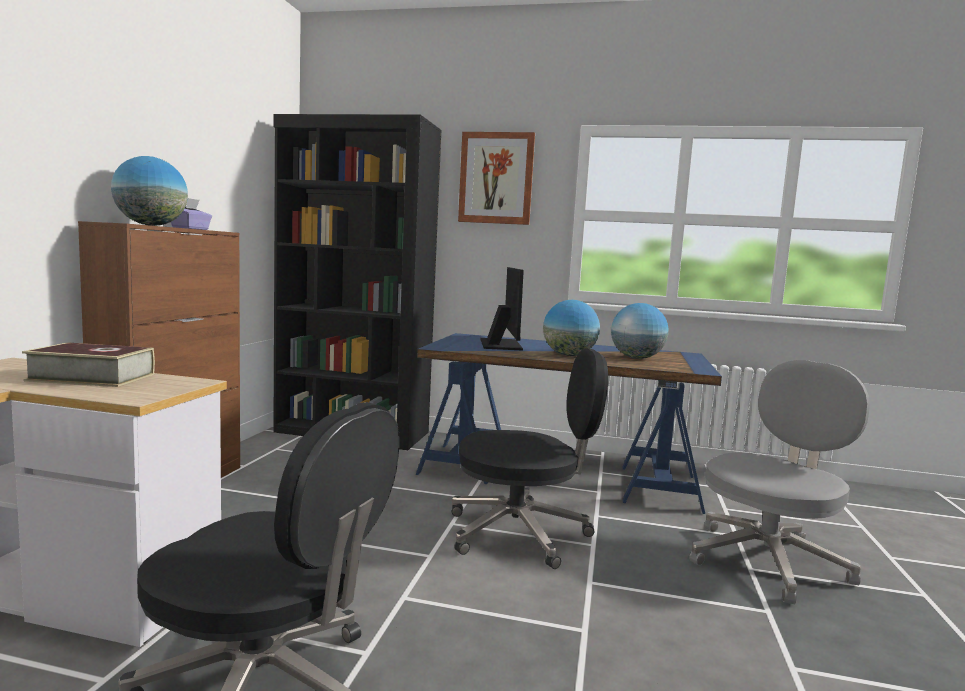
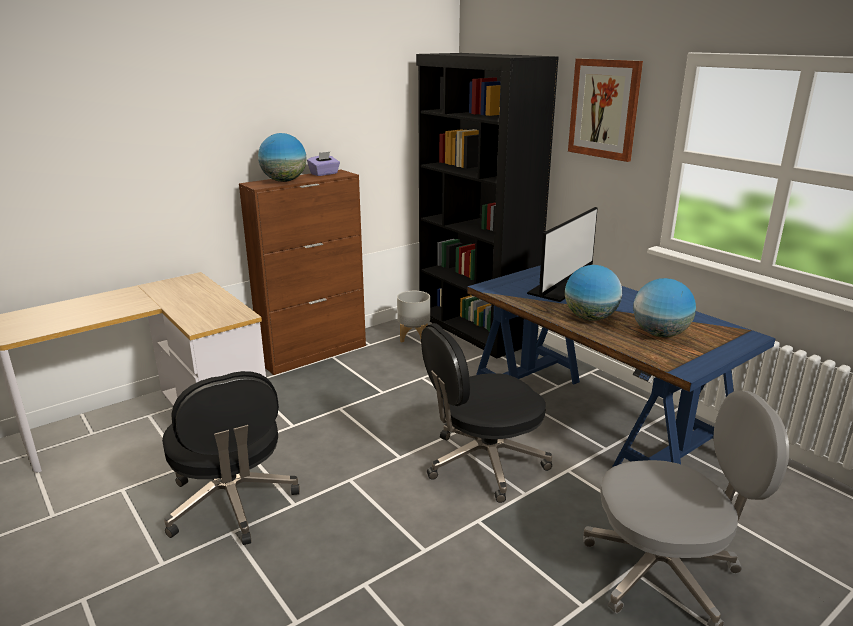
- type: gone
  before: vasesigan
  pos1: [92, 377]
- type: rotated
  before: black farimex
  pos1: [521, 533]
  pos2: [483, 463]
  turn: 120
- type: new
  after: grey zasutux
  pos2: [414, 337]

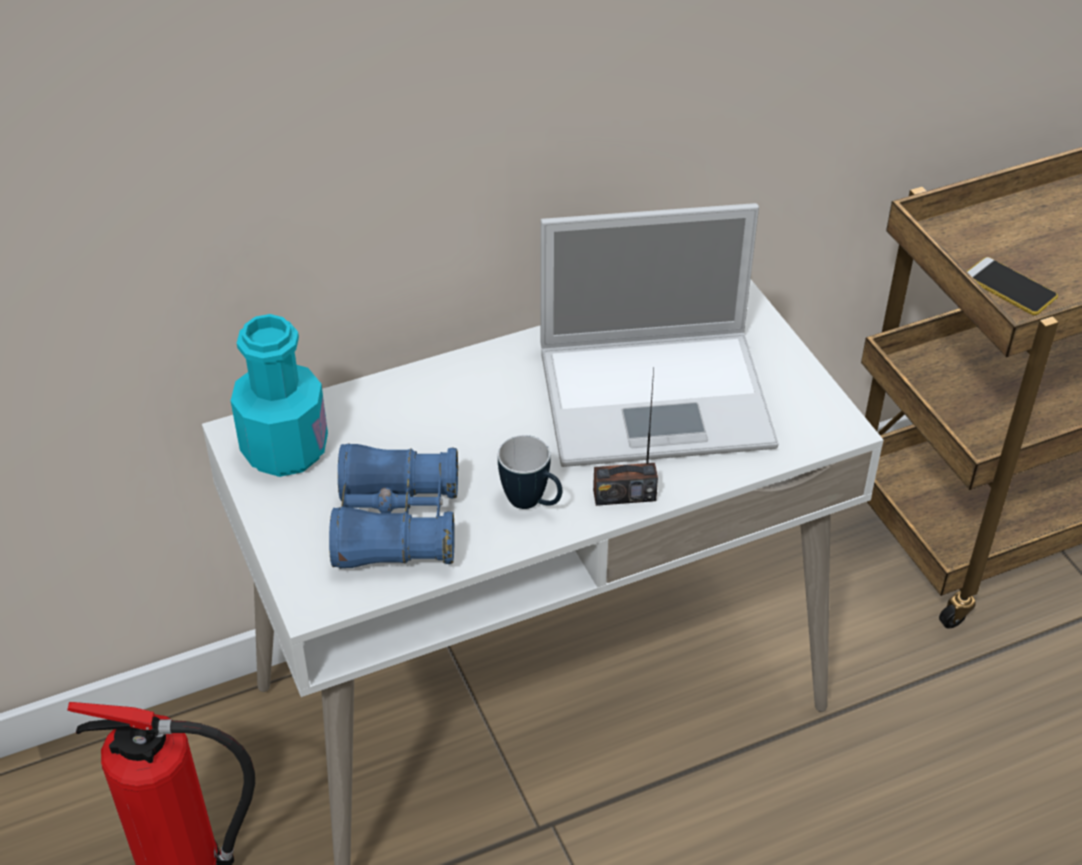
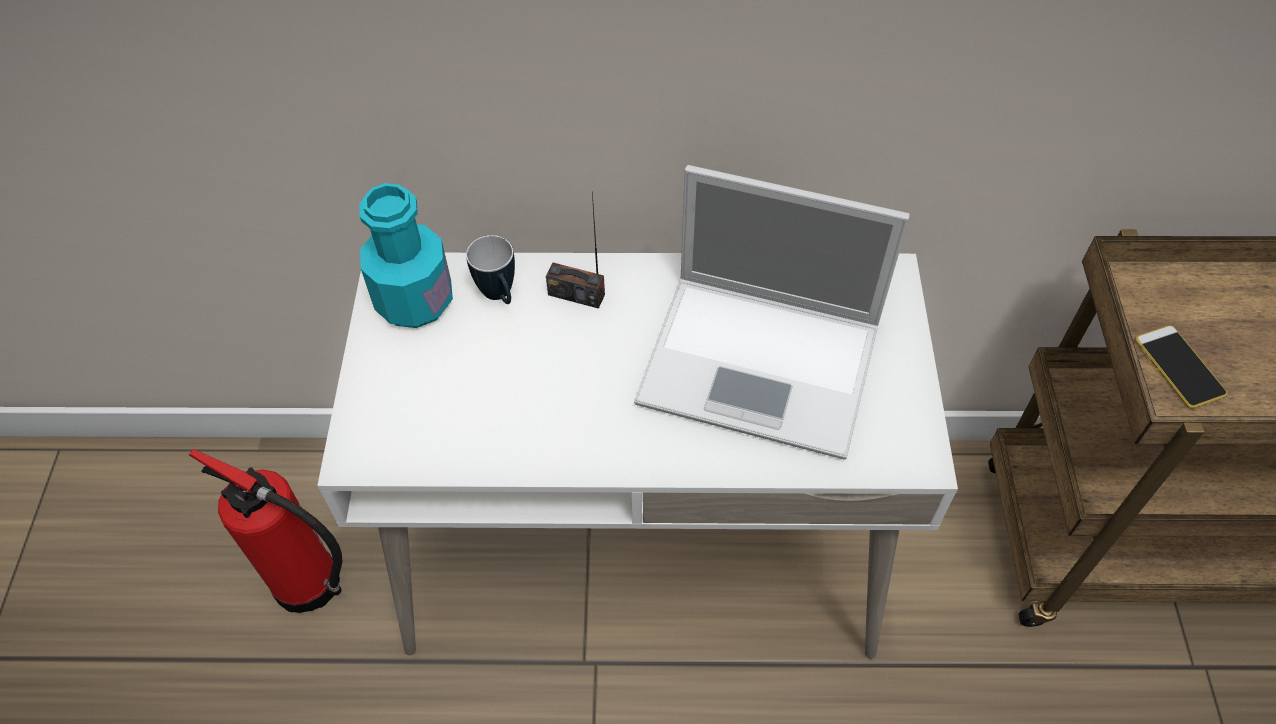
- type: gone
  before: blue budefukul
  pos1: [396, 524]
- type: shifted
  before: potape
  pos1: [532, 503]
  pos2: [500, 296]
- type: shifted
  before: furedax
  pos1: [624, 495]
  pos2: [576, 294]

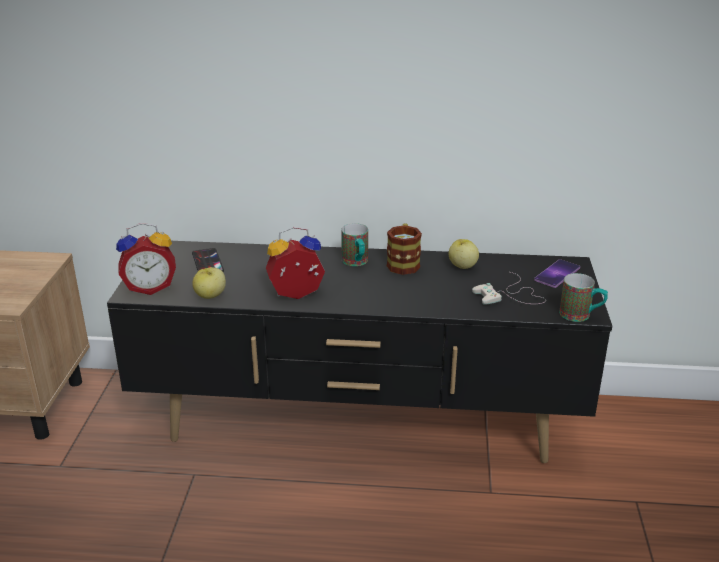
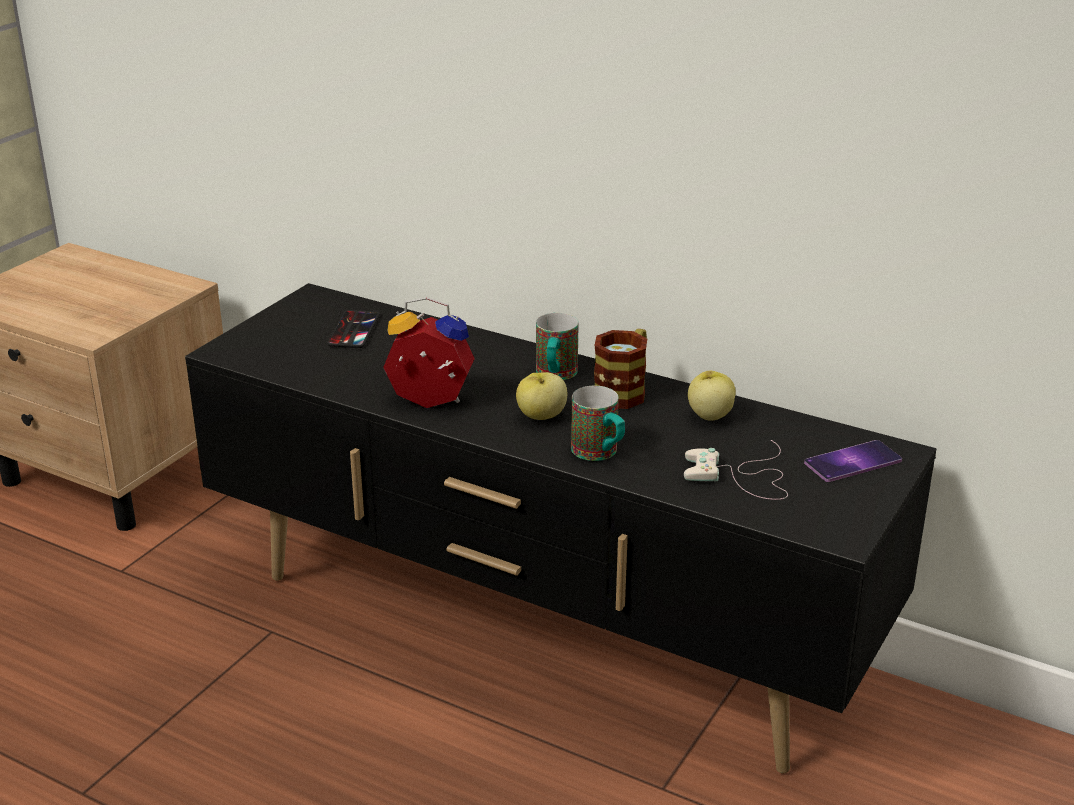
- type: gone
  before: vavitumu
  pos1: [150, 287]
- type: shifted
  before: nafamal
  pos1: [210, 296]
  pos2: [541, 416]
- type: shifted
  before: potape
  pos1: [581, 316]
  pos2: [600, 454]

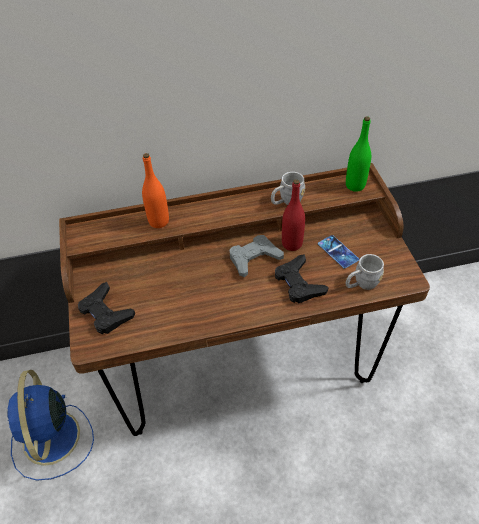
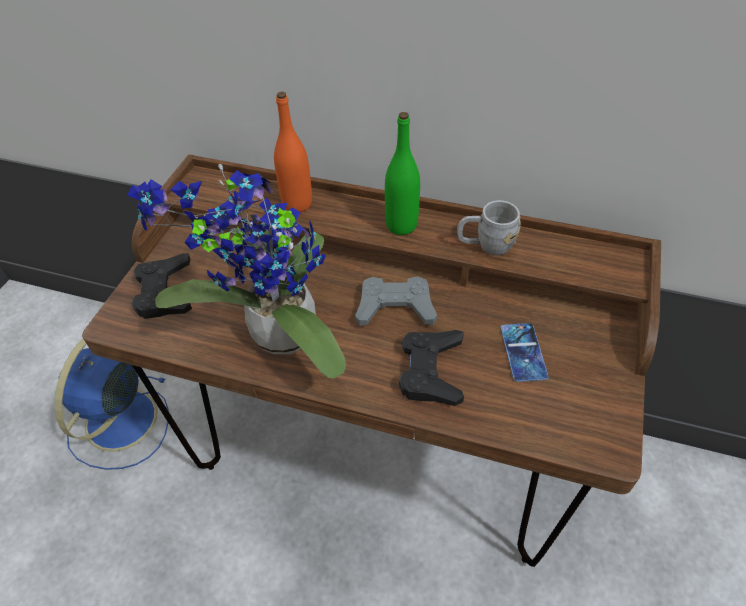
- type: gone
  before: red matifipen
  pos1: [292, 244]
- type: shifted
  before: green matifipen
  pos1: [355, 185]
  pos2: [401, 225]
- type: gone
  before: grey potape
  pos1: [361, 284]
- type: new
  after: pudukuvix
  pos2: [276, 337]

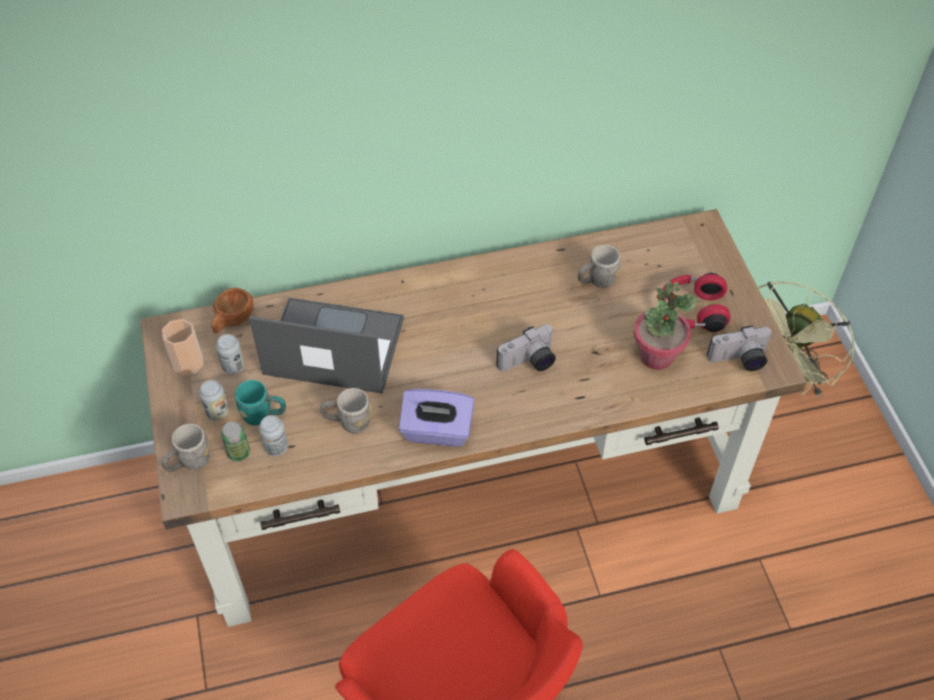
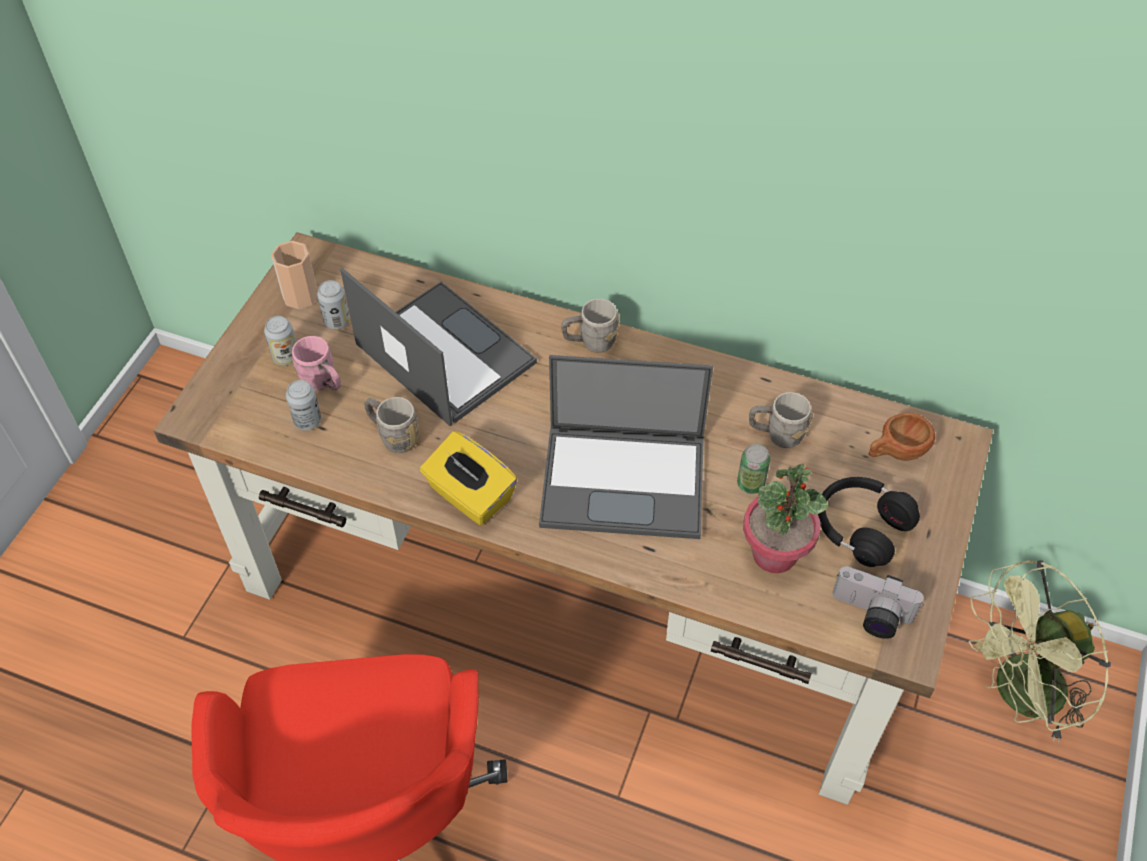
- type: shifted
  before: grey potape
  pos1: [189, 463]
  pos2: [590, 342]
- type: shifted
  before: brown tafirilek
  pos1: [232, 321]
  pos2: [896, 452]
- type: shifted
  before: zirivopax
  pos1: [239, 453]
  pos2: [750, 484]
- type: repainted
  before: turquoise potape
  after: pink potape
  pos1: [263, 415]
  pos2: [323, 383]
- type: repainted
  before: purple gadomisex
  after: yellow gadomisex
  pos1: [437, 431]
  pos2: [470, 495]
- type: swapped
  before: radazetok
  after: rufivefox
  pos1: [529, 363]
  pos2: [625, 480]
- type: repainted
  before: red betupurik
  after: black betupurik
  pos1: [691, 311]
  pos2: [859, 527]

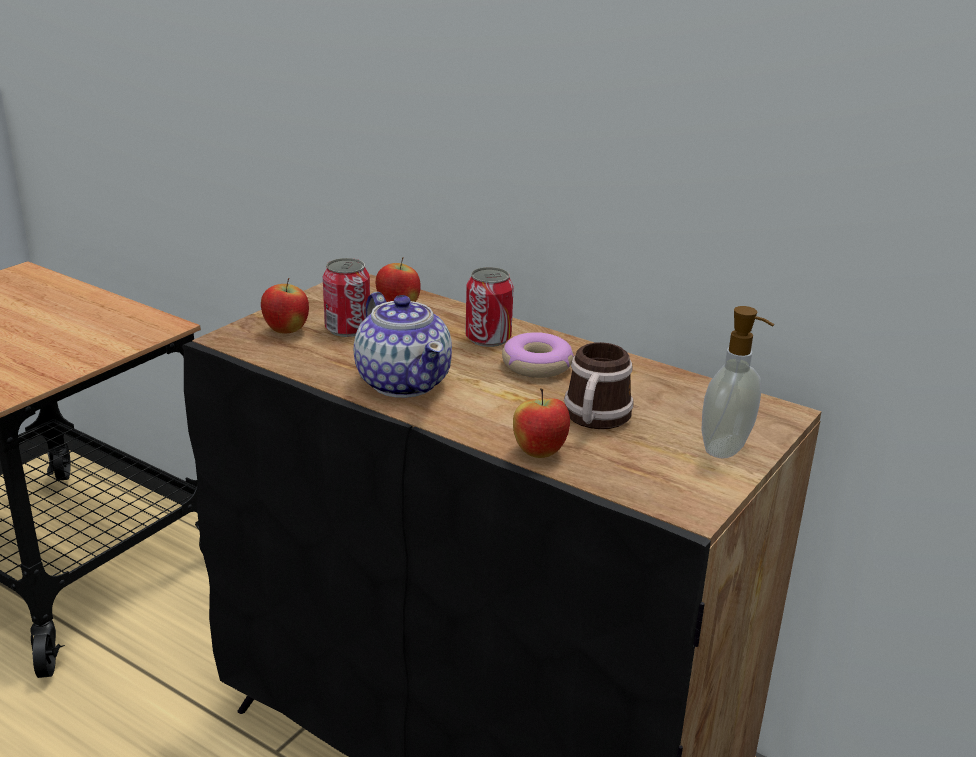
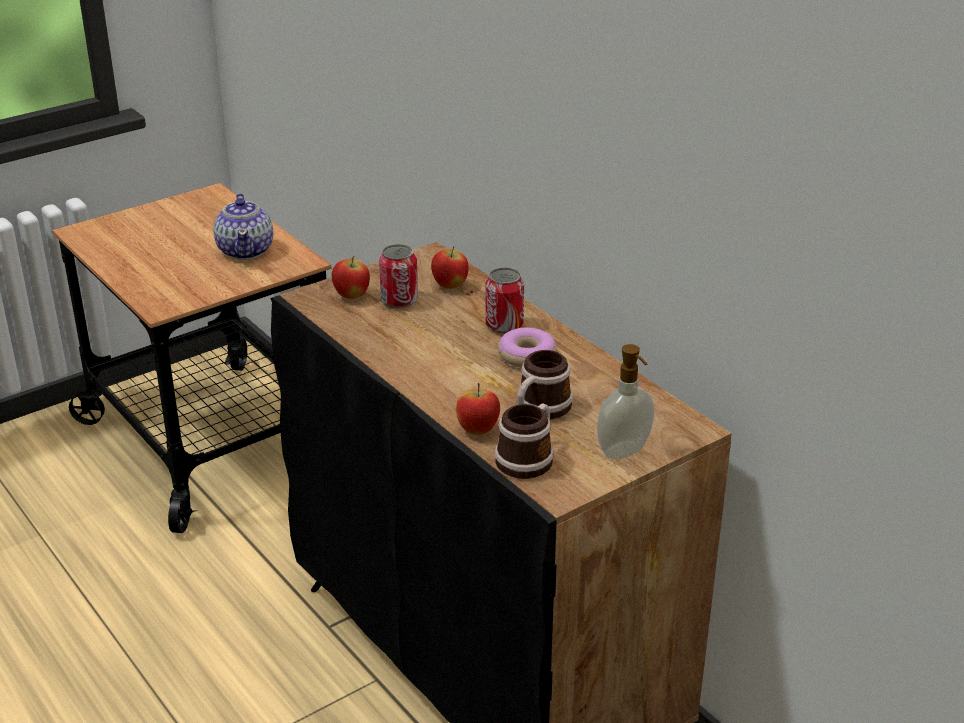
- type: shifted
  before: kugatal
  pos1: [403, 382]
  pos2: [246, 250]
- type: new
  after: potape
  pos2: [528, 458]

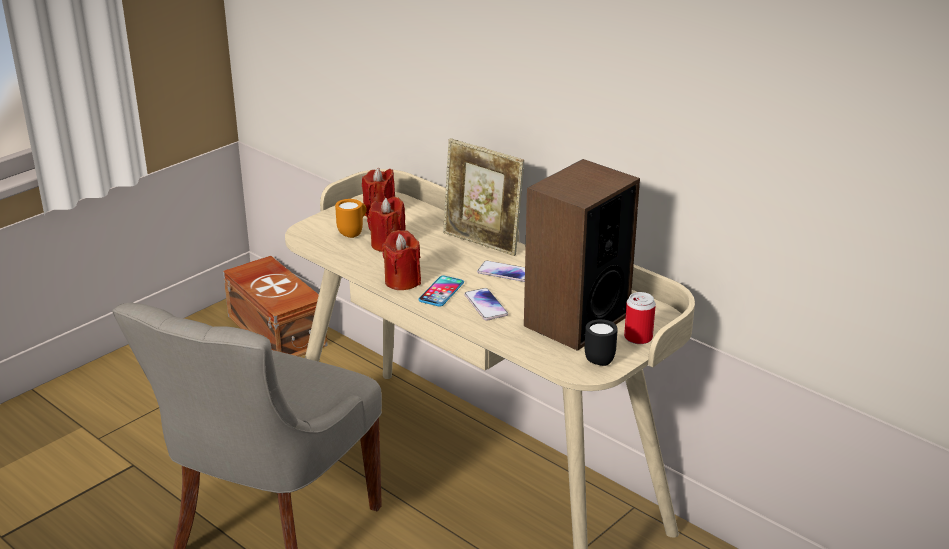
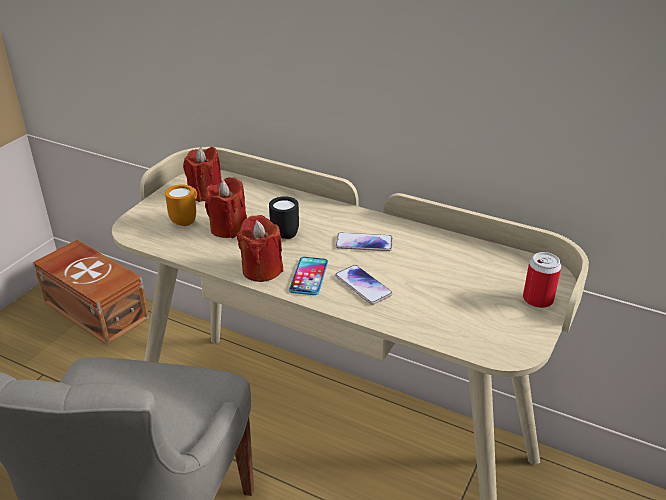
- type: gone
  before: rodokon
  pos1: [482, 242]
- type: gone
  before: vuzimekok
  pos1: [576, 320]
- type: shifted
  before: black potape
  pos1: [601, 359]
  pos2: [286, 232]

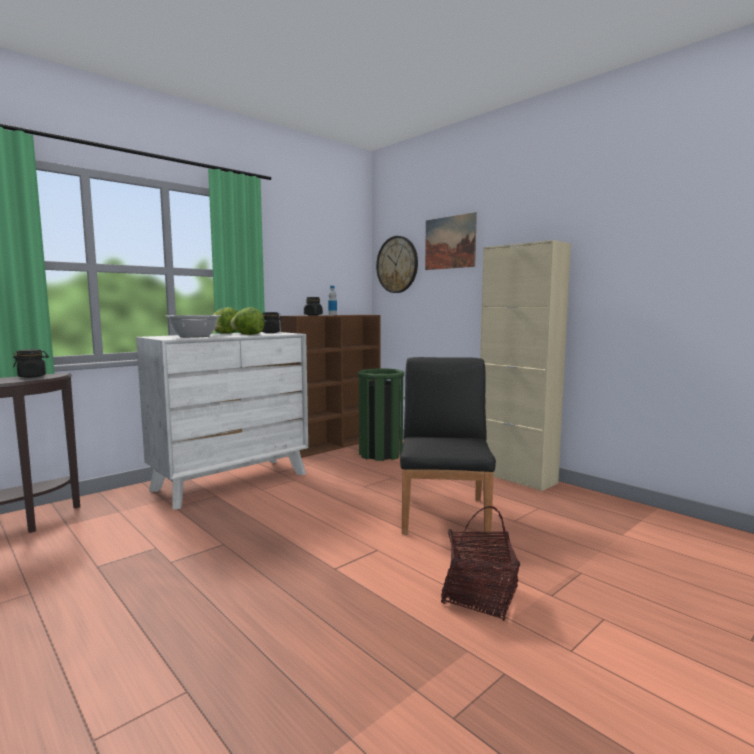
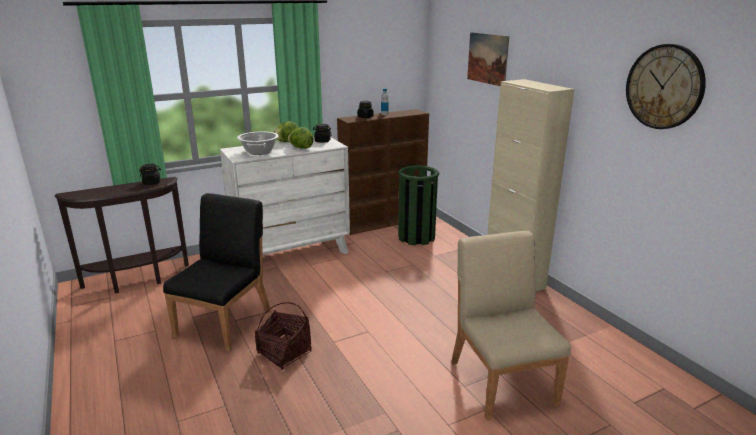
- type: shifted
  before: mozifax
  pos1: [397, 264]
  pos2: [664, 87]
- type: shifted
  before: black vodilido
  pos1: [444, 514]
  pos2: [225, 322]
- type: shifted
  before: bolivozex
  pos1: [479, 596]
  pos2: [284, 353]
- type: new
  after: beige vodilido
  pos2: [502, 381]

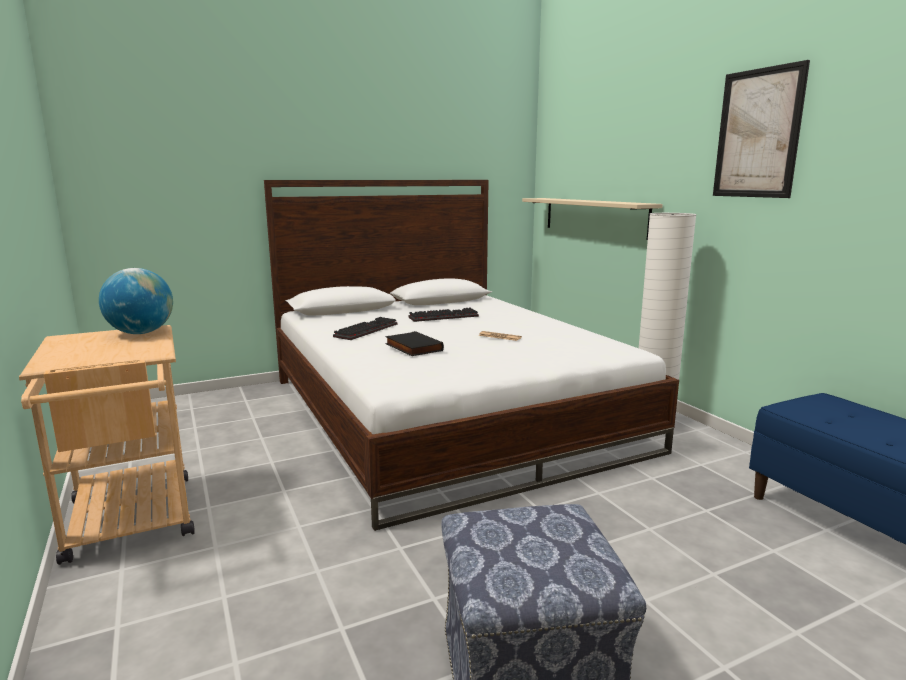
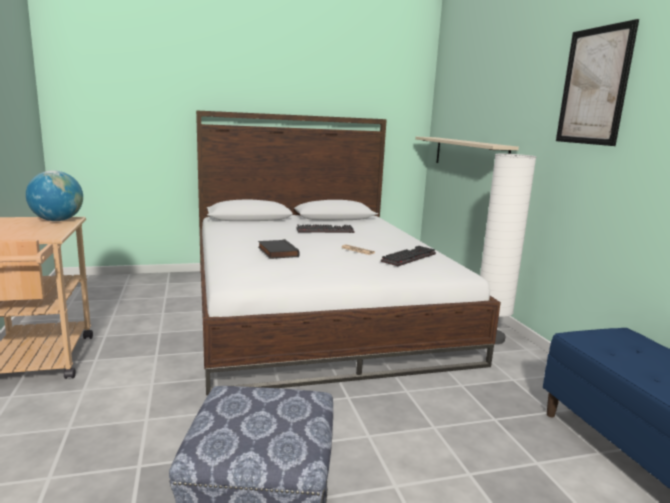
- type: shifted
  before: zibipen
  pos1: [366, 330]
  pos2: [408, 257]

